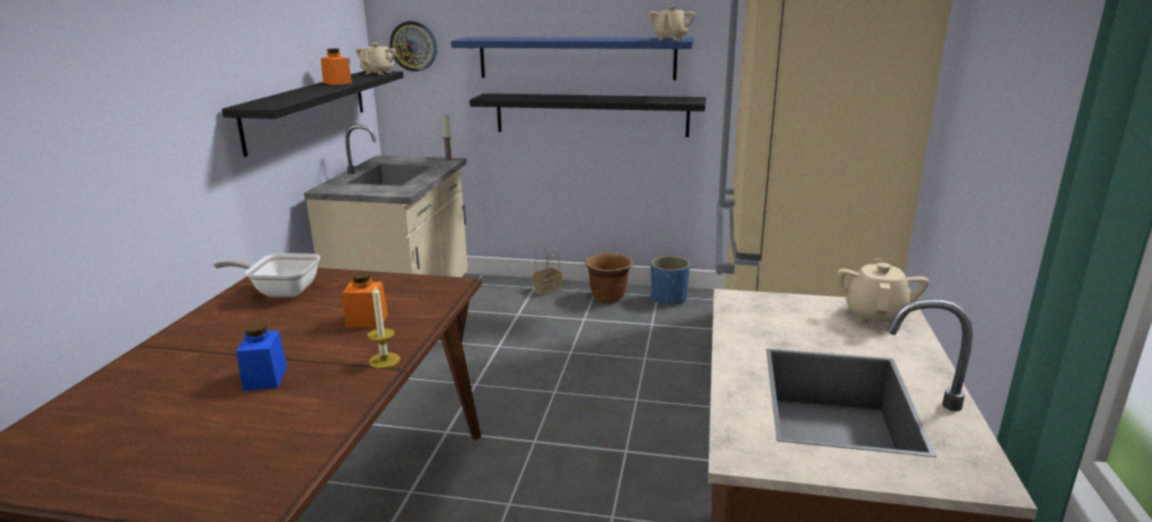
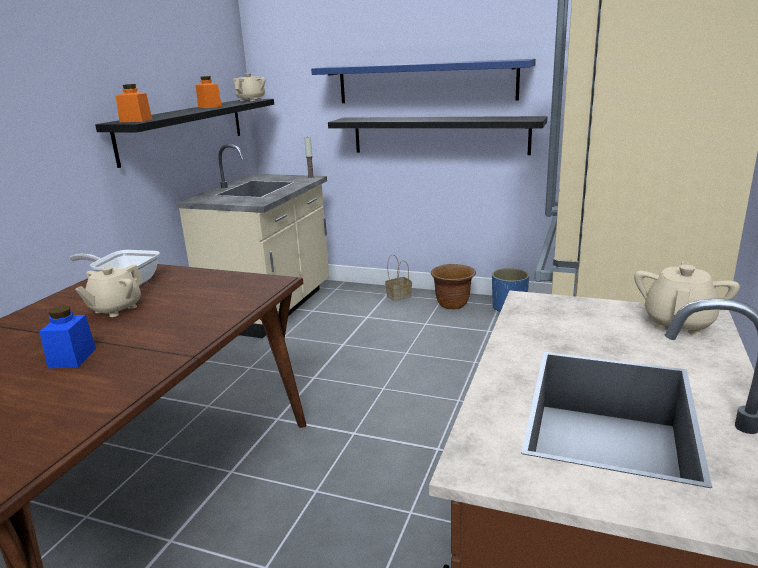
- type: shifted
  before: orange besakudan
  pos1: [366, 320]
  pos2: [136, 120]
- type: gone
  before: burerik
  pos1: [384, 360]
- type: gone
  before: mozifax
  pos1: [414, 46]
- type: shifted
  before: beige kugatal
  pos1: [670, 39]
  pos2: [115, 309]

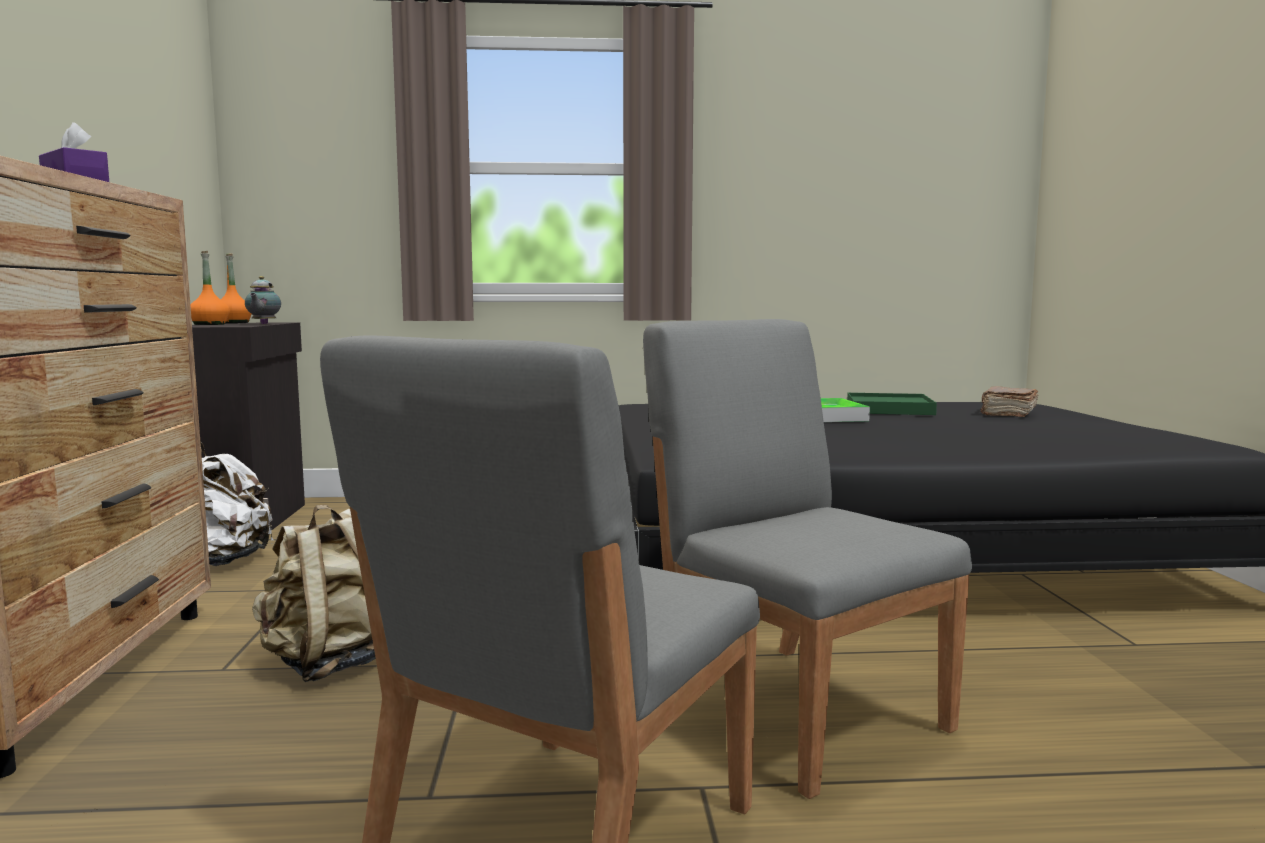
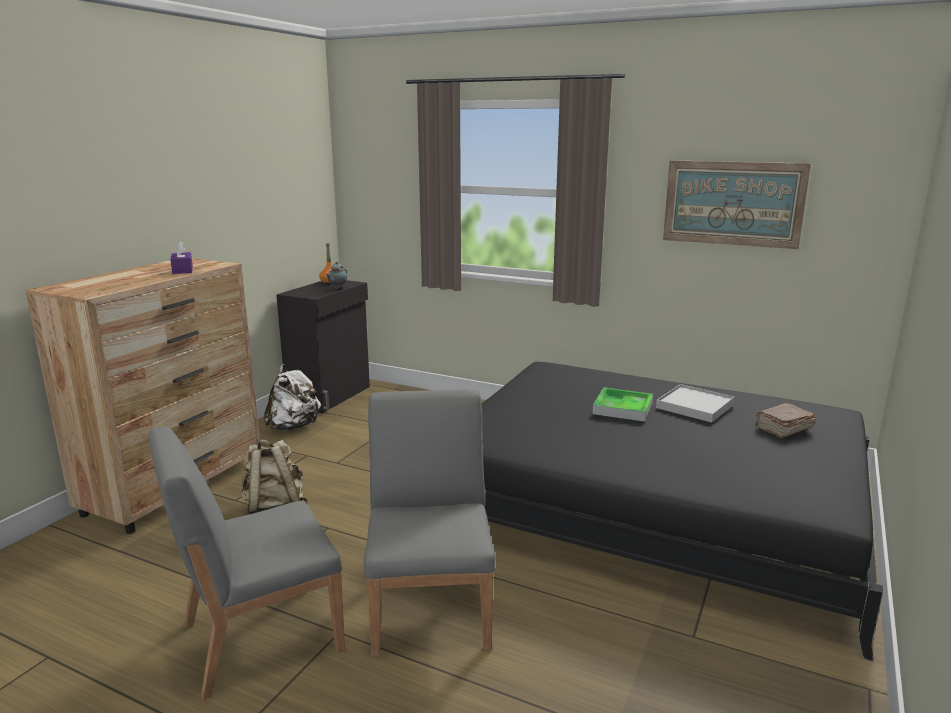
- type: gone
  before: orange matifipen
  pos1: [209, 324]
- type: repainted
  before: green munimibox
  after: white munimibox
  pos1: [889, 409]
  pos2: [694, 406]
- type: new
  after: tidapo
  pos2: [733, 203]

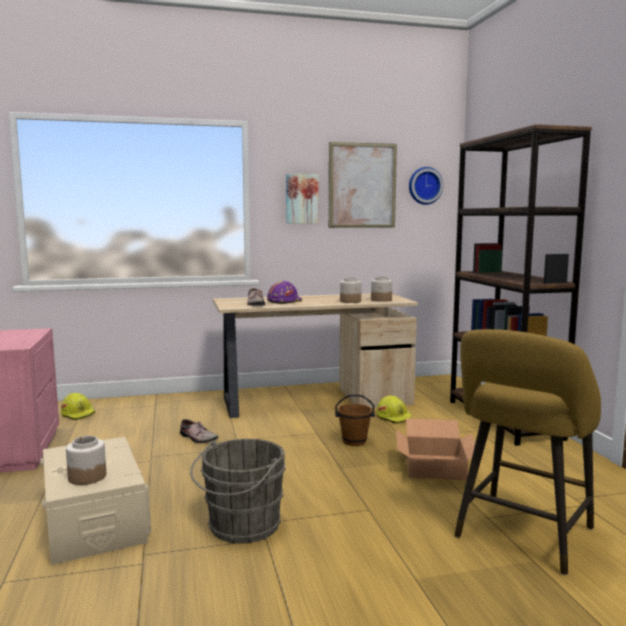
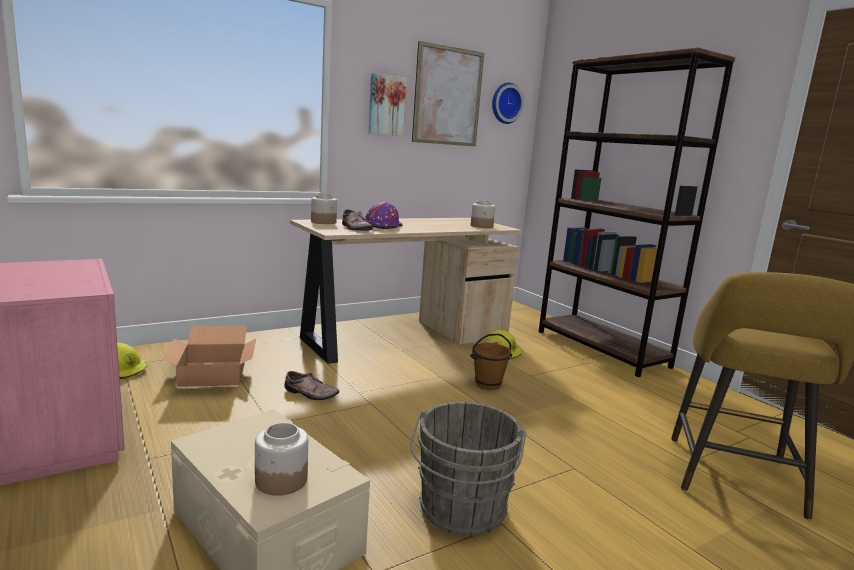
- type: shifted
  before: besakudan
  pos1: [350, 301]
  pos2: [324, 222]
- type: shifted
  before: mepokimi
  pos1: [436, 467]
  pos2: [213, 374]

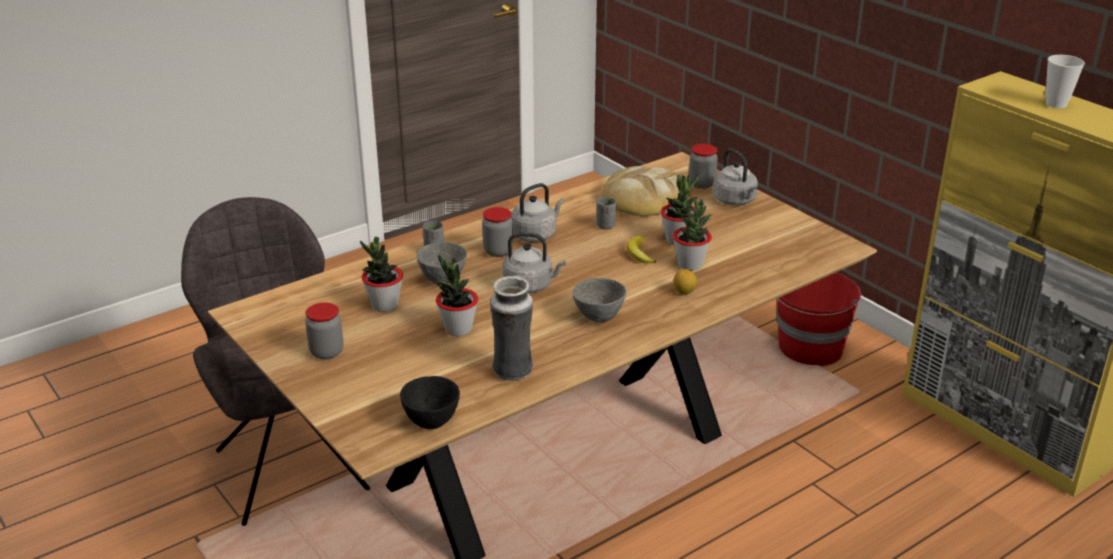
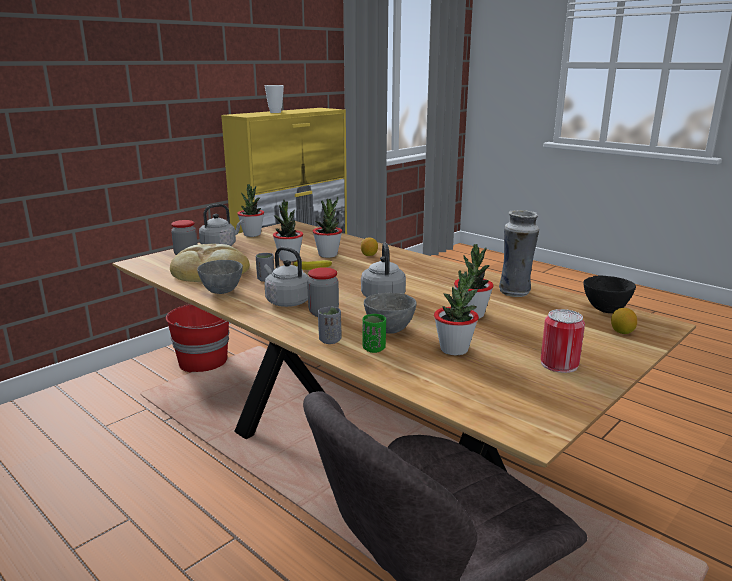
- type: swapped
  before: besakudan
  after: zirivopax
  pos1: [326, 352]
  pos2: [559, 364]
- type: shifted
  before: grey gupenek
  pos1: [599, 318]
  pos2: [223, 291]
- type: new
  after: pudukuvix
  pos2: [252, 234]
- type: new
  after: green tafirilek
  pos2: [374, 349]
- type: new
  after: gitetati
  pos2: [622, 332]

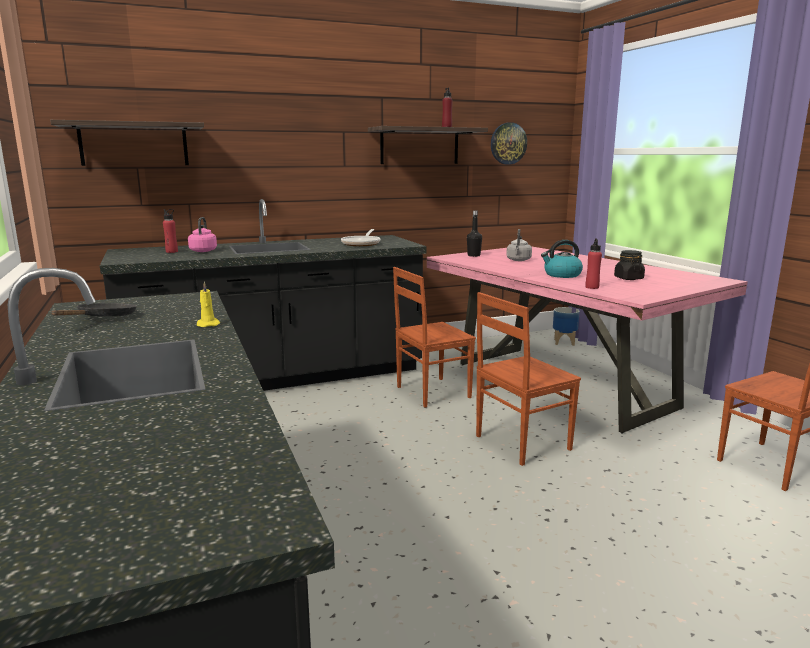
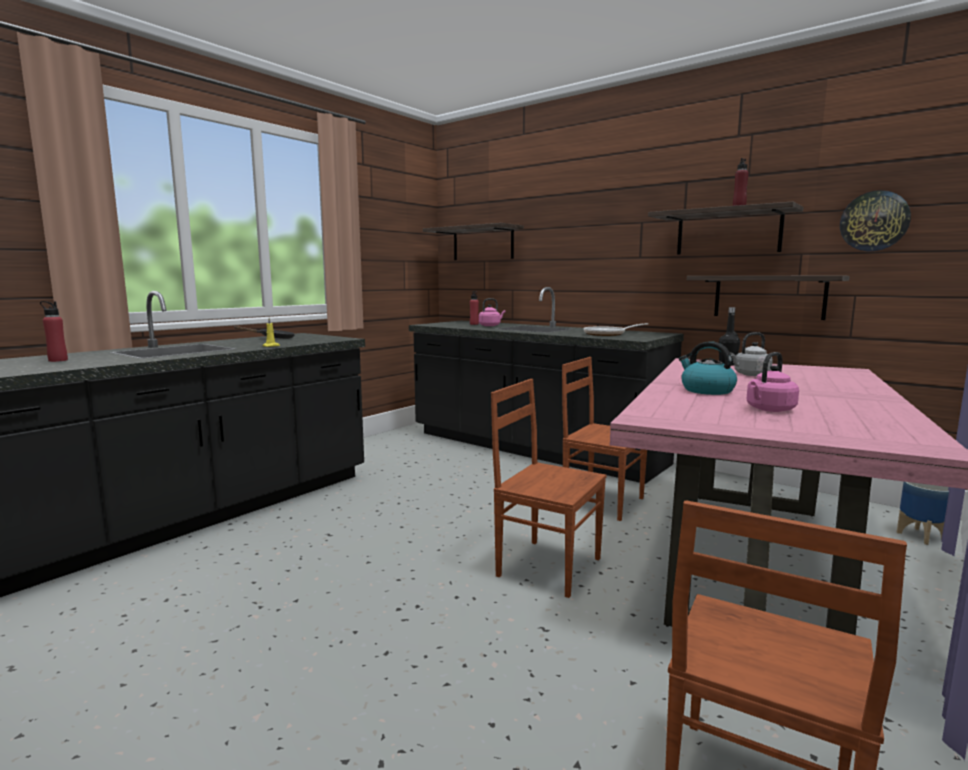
- type: shifted
  before: red matifipen
  pos1: [592, 287]
  pos2: [58, 360]
- type: swapped
  before: black besakudan
  after: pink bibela
  pos1: [628, 278]
  pos2: [769, 410]
- type: new
  after: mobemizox
  pos2: [768, 296]

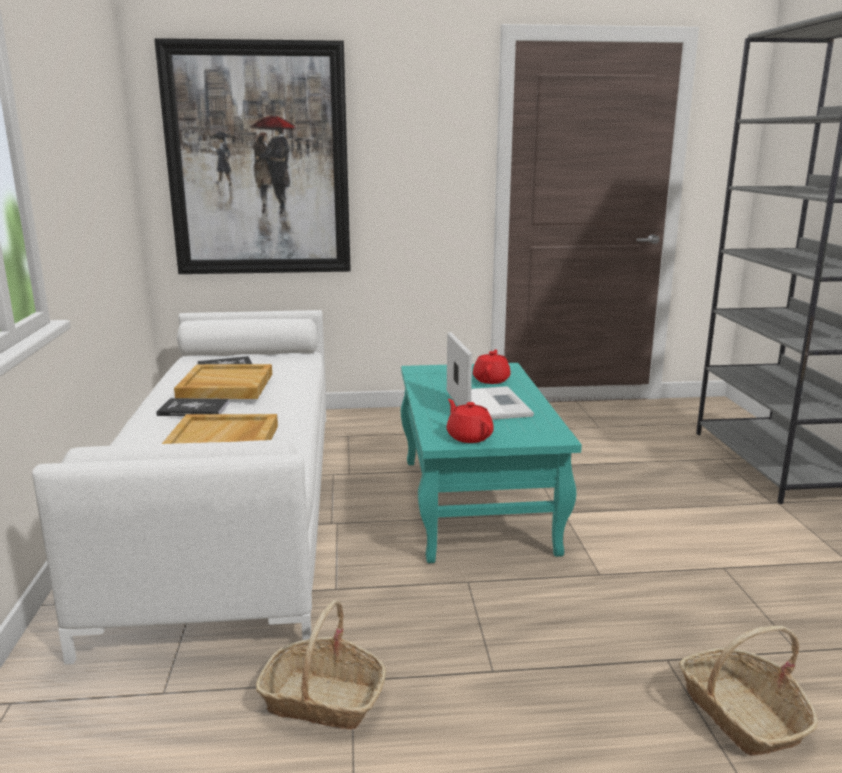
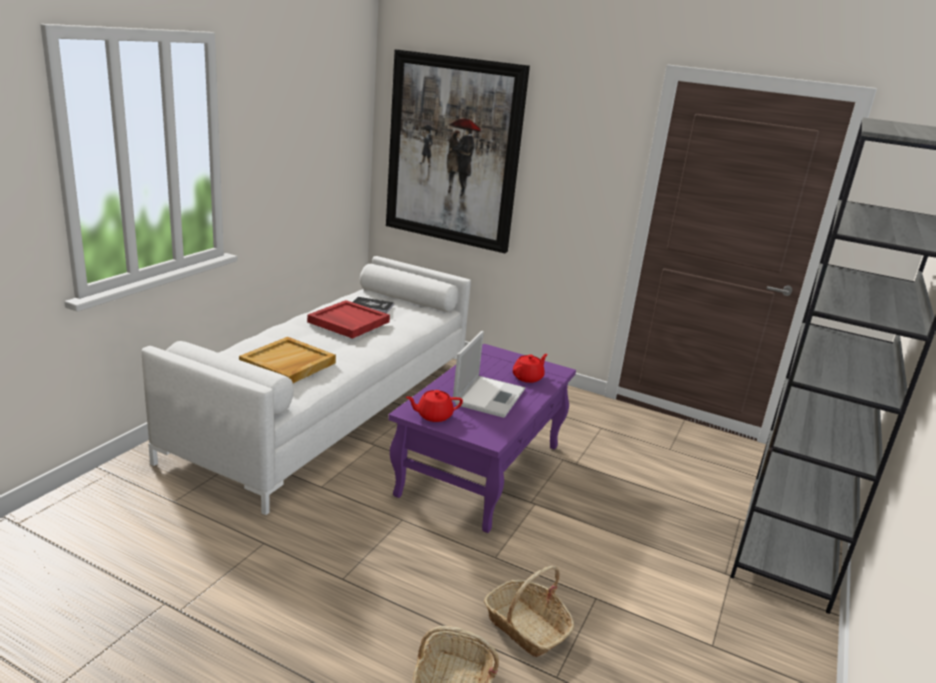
- type: gone
  before: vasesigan
  pos1: [194, 409]
- type: repainted
  before: beige munimibox
  after: red munimibox
  pos1: [225, 386]
  pos2: [348, 322]
- type: shifted
  before: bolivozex
  pos1: [323, 699]
  pos2: [526, 627]
- type: repainted
  before: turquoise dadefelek
  after: purple dadefelek
  pos1: [474, 502]
  pos2: [481, 469]
- type: rotated
  before: red kugatal
  pos1: [469, 436]
  pos2: [433, 416]
  turn: -105

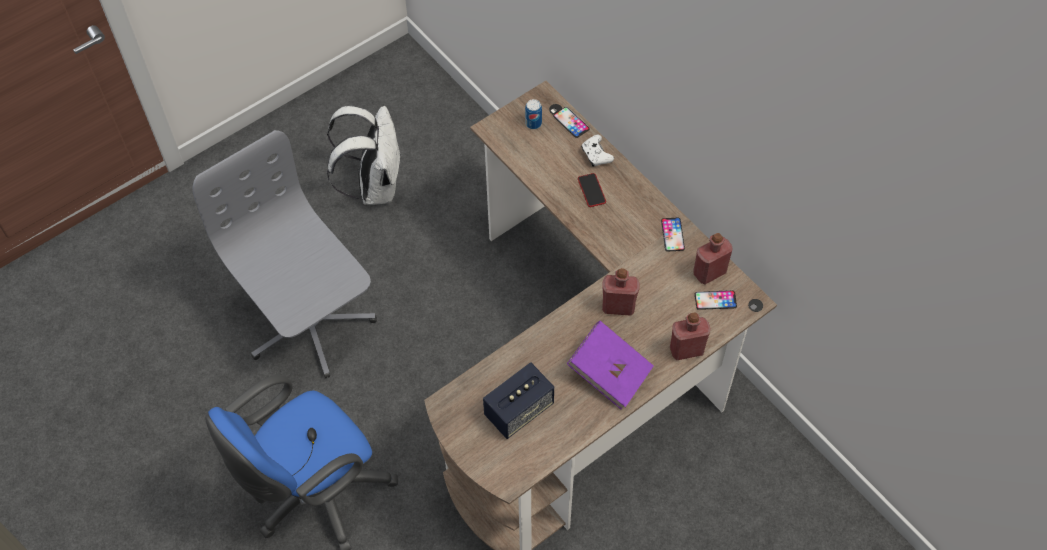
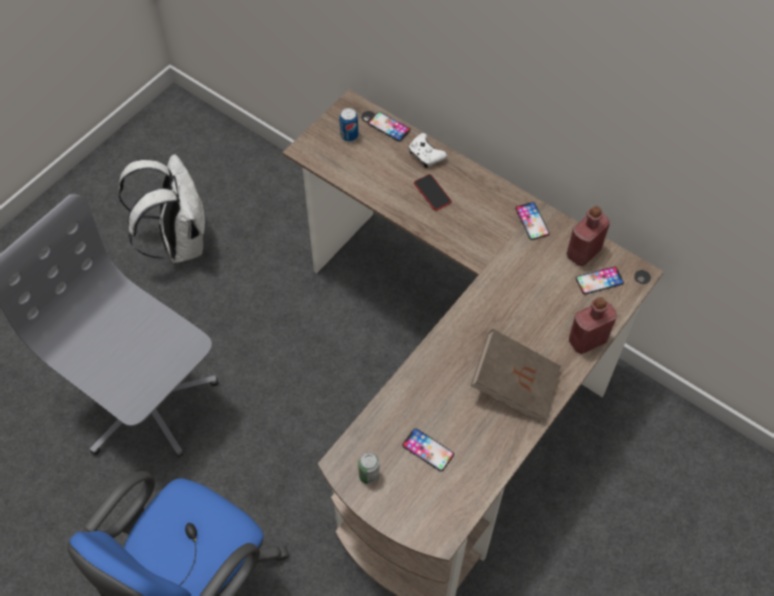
- type: swapped
  before: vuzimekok
  after: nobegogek
  pos1: [519, 410]
  pos2: [428, 450]
- type: repainted
  before: purple vasesigan
  after: brown vasesigan
  pos1: [610, 373]
  pos2: [514, 385]
- type: gone
  before: red matifipen
  pos1: [618, 307]
- type: new
  after: zirivopax
  pos2: [369, 475]

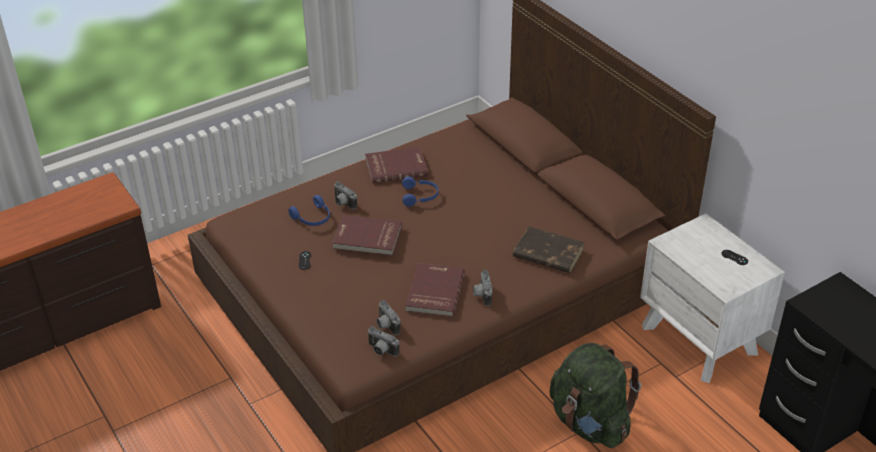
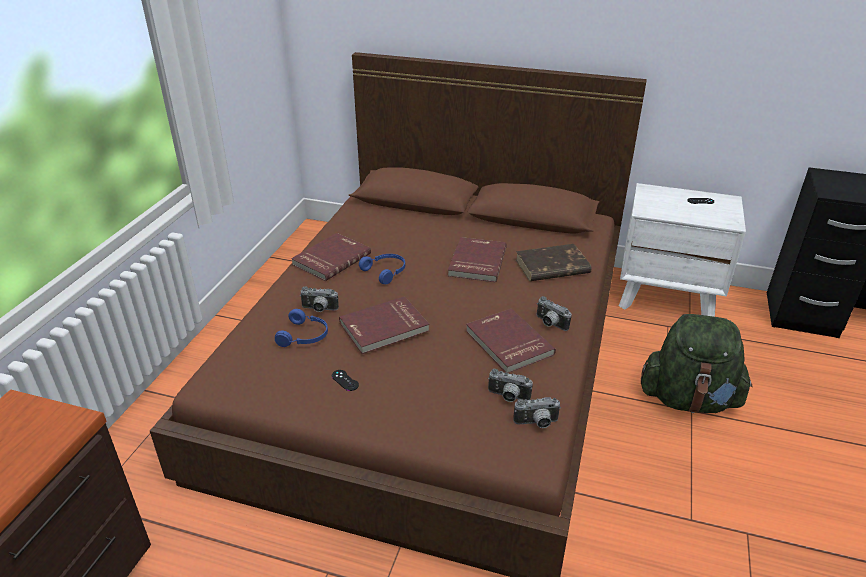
- type: new
  after: red vasesigan
  pos2: [476, 262]

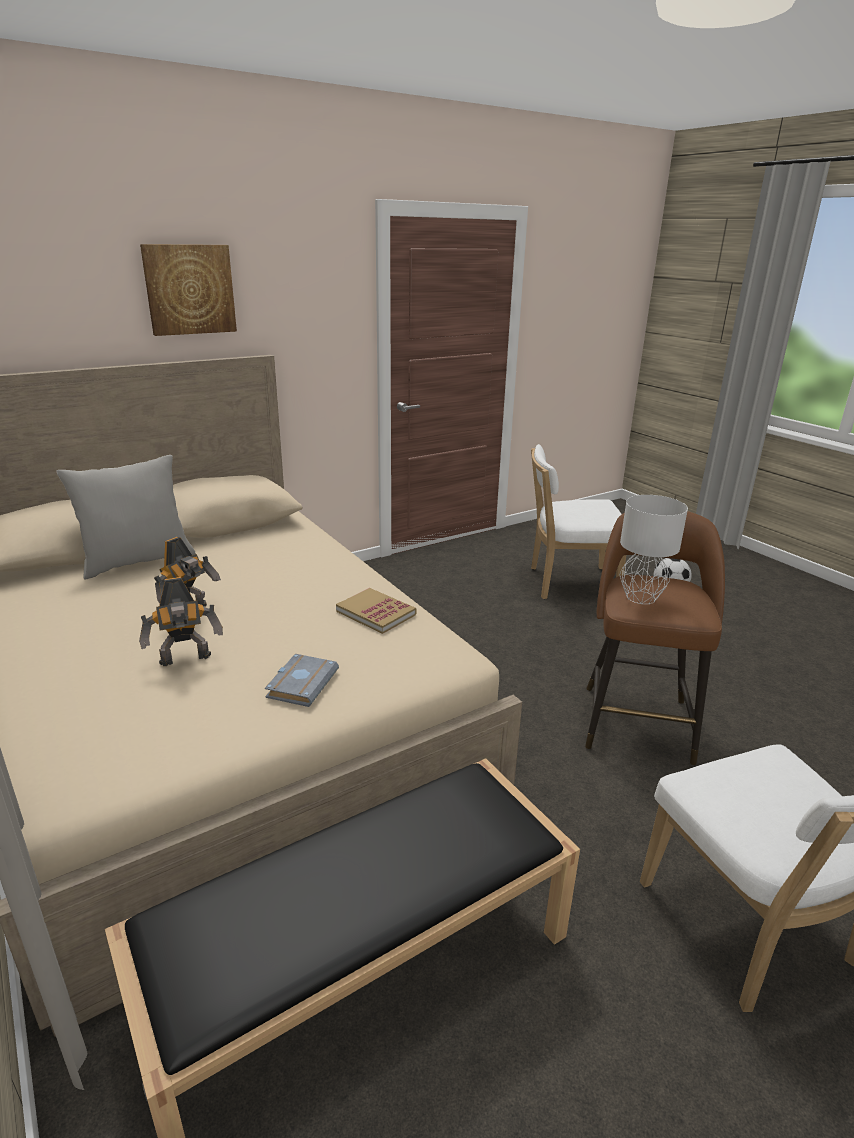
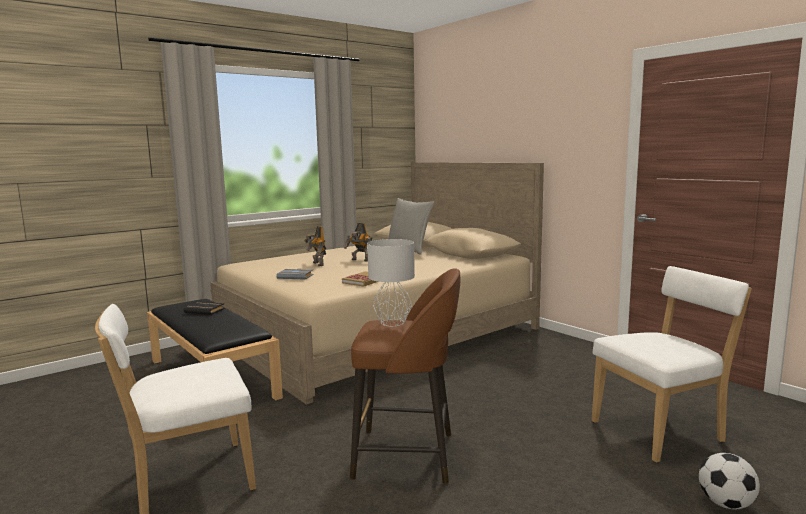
- type: gone
  before: tidapo
  pos1: [189, 289]
- type: rotated
  before: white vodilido
  pos1: [568, 583]
  pos2: [661, 431]
  turn: 75
- type: new
  after: black vasesigan
  pos2: [206, 311]

